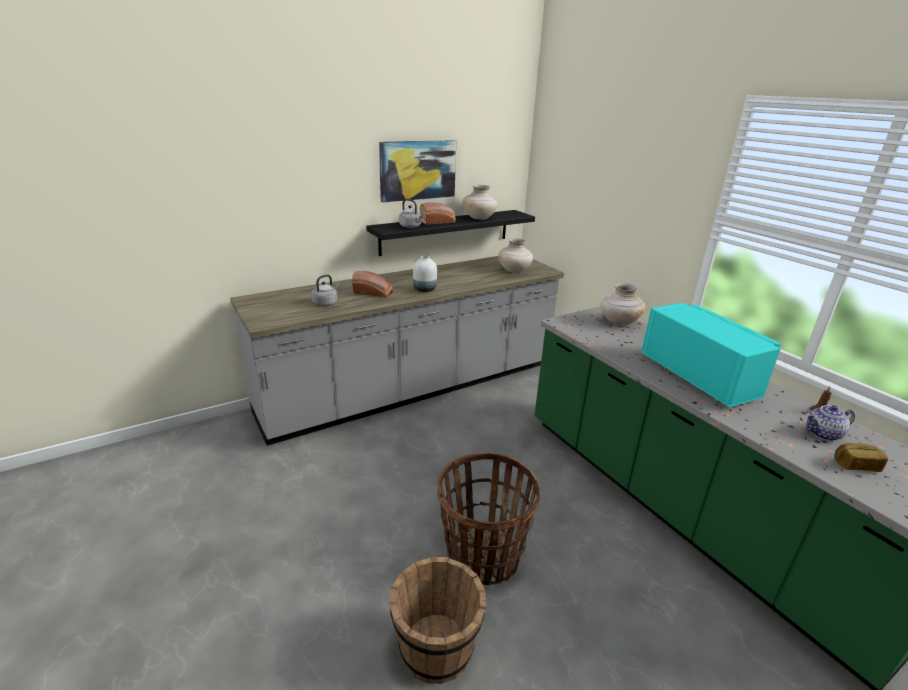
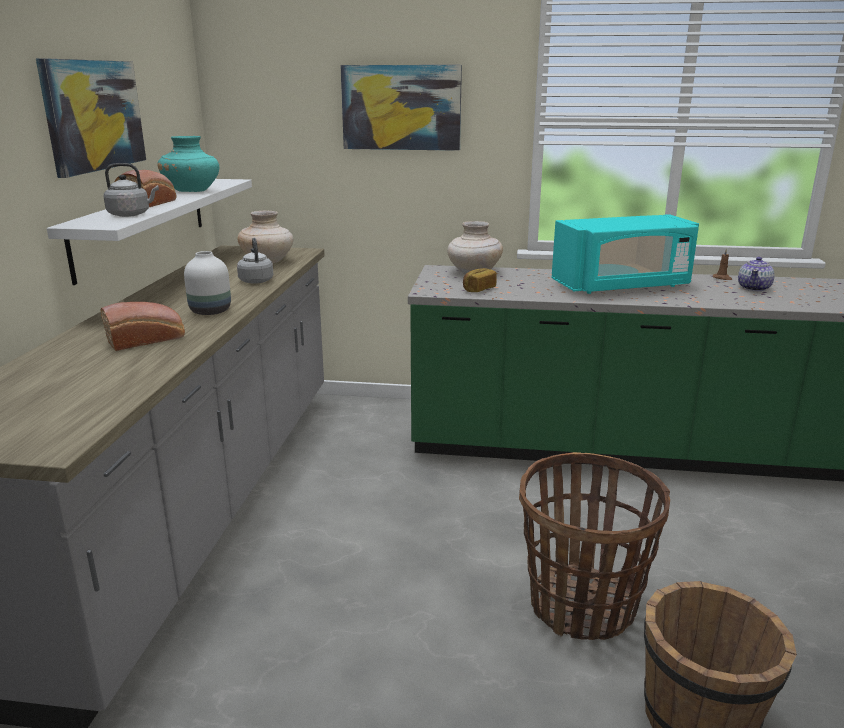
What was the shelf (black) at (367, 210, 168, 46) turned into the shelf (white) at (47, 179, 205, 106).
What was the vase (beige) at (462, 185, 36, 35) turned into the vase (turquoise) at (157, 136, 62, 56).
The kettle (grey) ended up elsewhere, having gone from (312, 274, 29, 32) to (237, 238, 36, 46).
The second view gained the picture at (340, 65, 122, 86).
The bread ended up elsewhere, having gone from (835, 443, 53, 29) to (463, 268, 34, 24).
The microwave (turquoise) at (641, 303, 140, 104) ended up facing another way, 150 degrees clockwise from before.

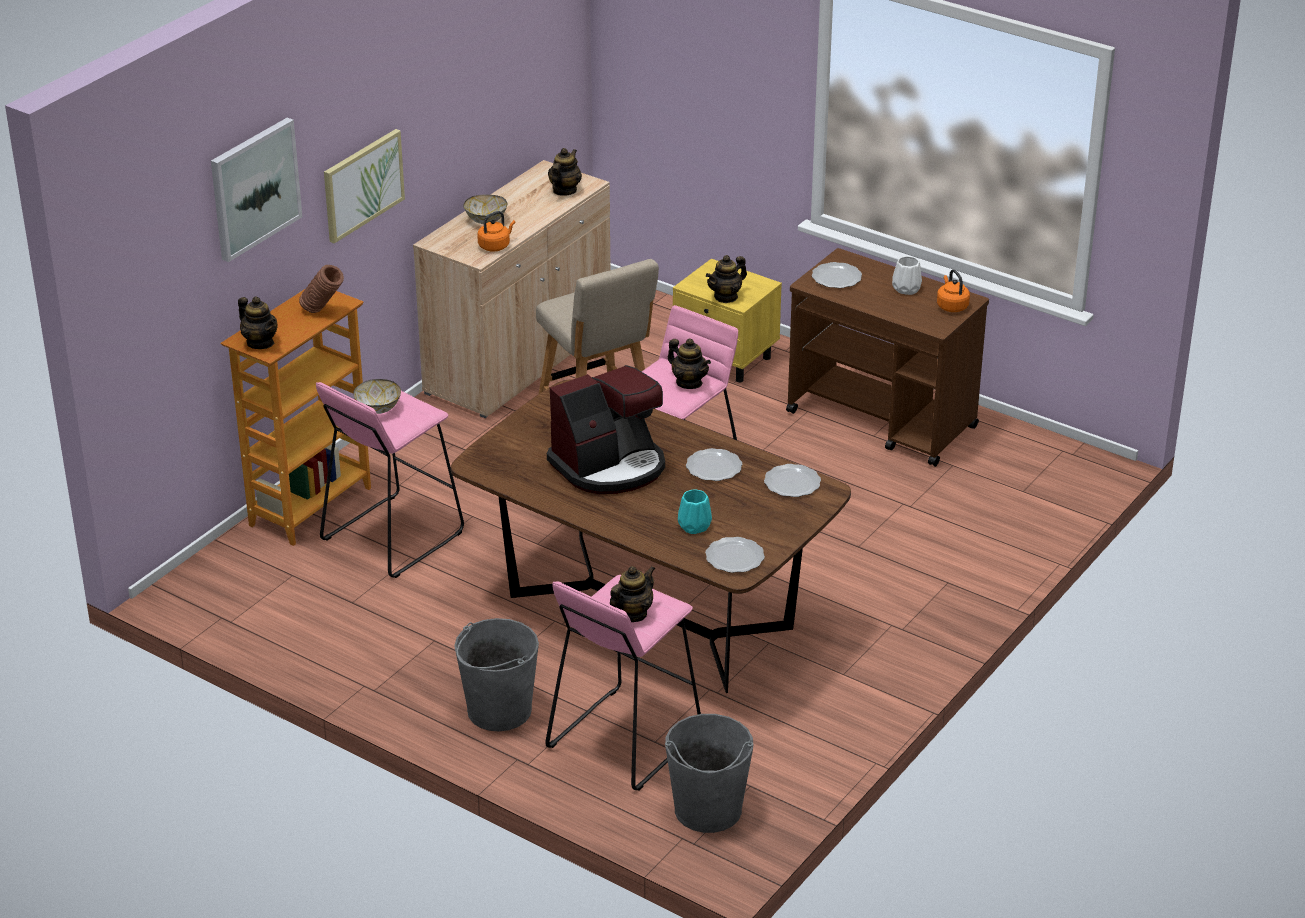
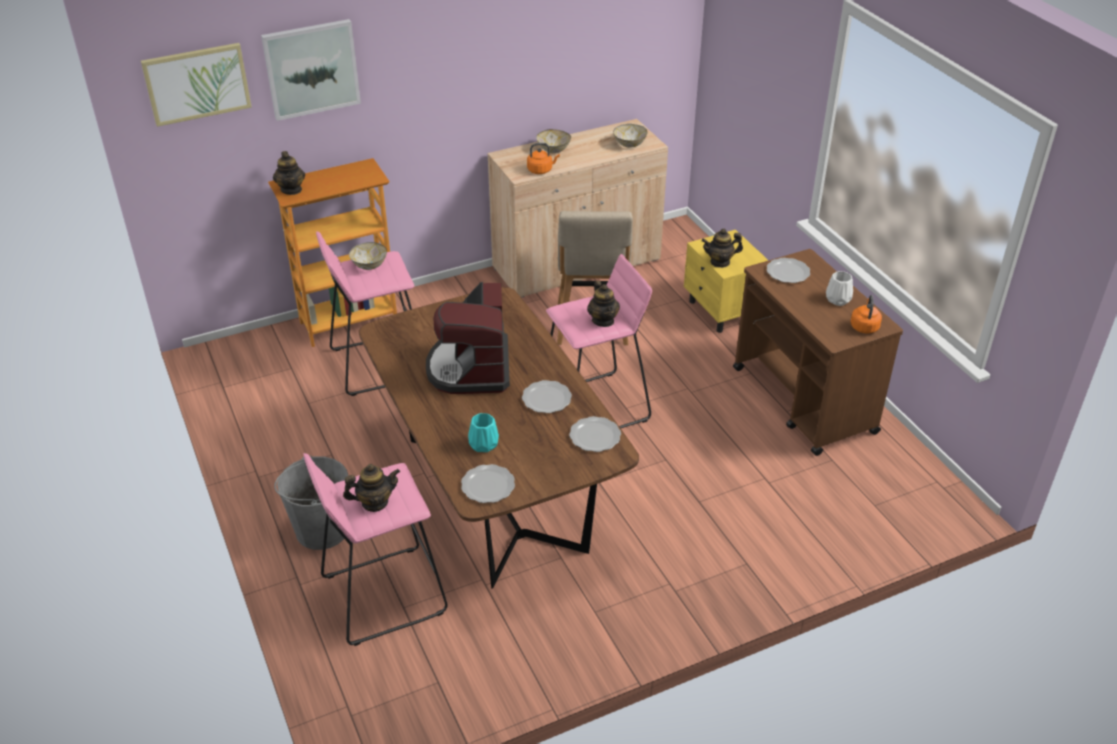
The picture ended up elsewhere, having gone from (324, 129, 81, 114) to (141, 43, 111, 84).
The coffee machine at (547, 365, 118, 129) ended up facing another way, 90 degrees clockwise from before.
Where the teapot stood at (548, 148, 34, 48), the bowl came to stand at (613, 124, 34, 24).
The second view lost the vase (brown) at (299, 265, 45, 48).
The second view lost the bucket (grey) at (665, 714, 89, 119).

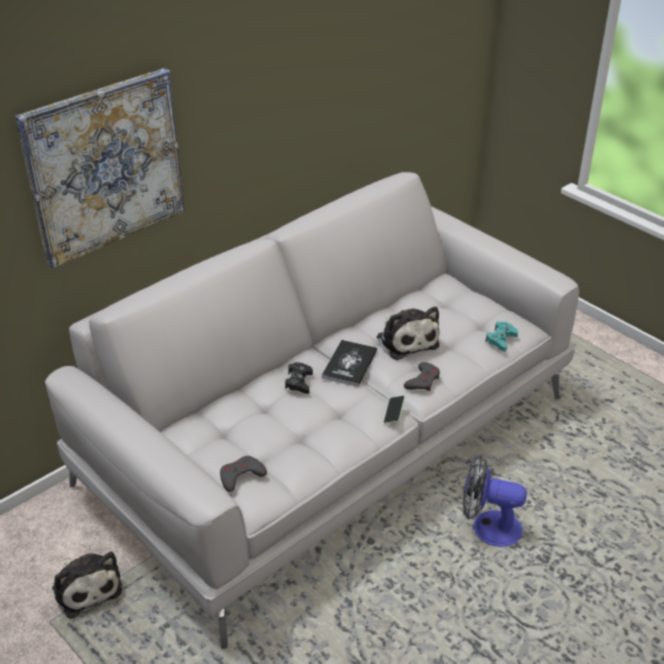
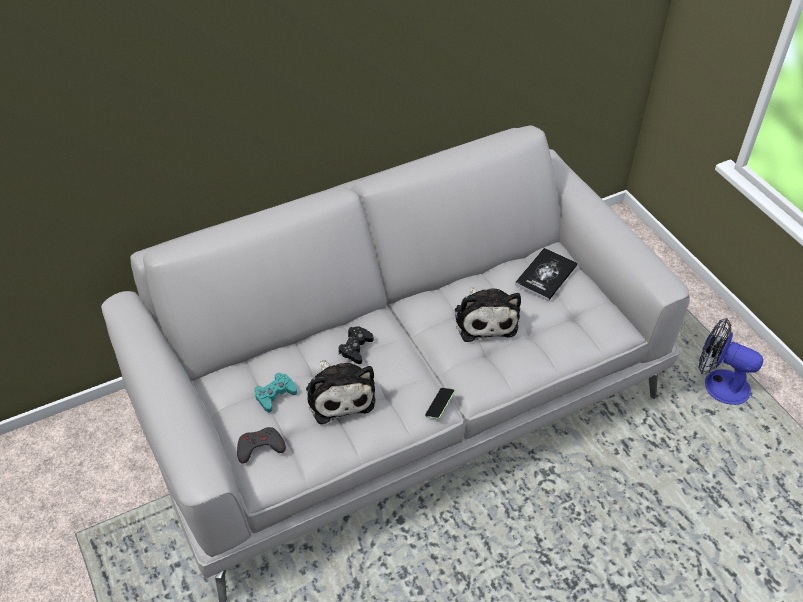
The game controller (turquoise) ended up elsewhere, having gone from (485, 322, 33, 30) to (255, 373, 42, 40).
The plush toy ended up elsewhere, having gone from (52, 552, 70, 67) to (306, 360, 70, 64).
The book ended up elsewhere, having gone from (322, 340, 55, 47) to (515, 248, 62, 54).
The fan ended up elsewhere, having gone from (463, 455, 64, 92) to (698, 318, 65, 87).
The second view lost the picture at (15, 68, 170, 200).
The second view lost the game controller (grey) at (404, 362, 36, 29).

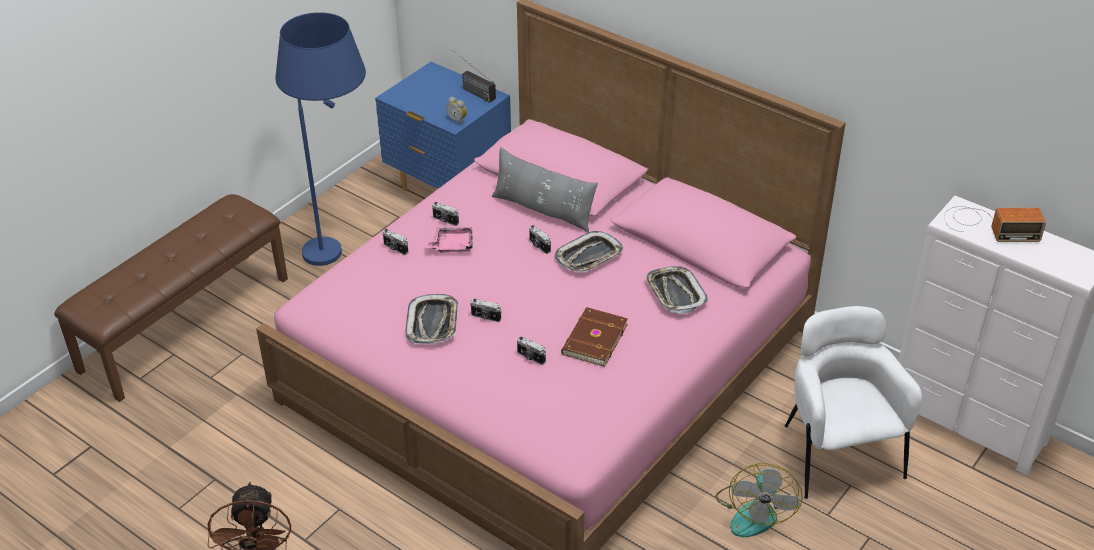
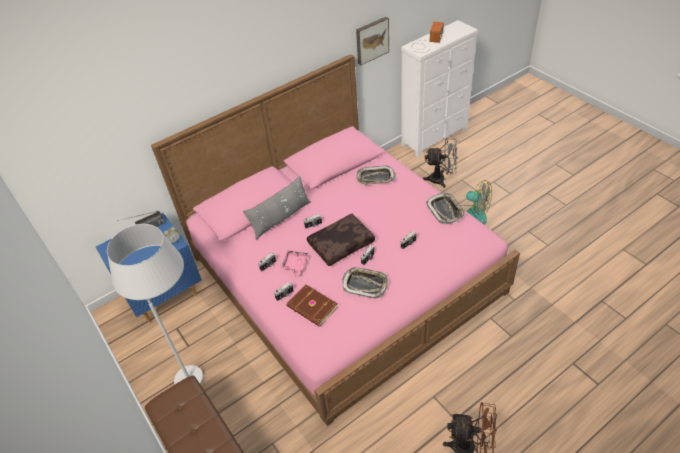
What was the floor lamp (blue) at (275, 12, 91, 254) turned into the floor lamp (white) at (107, 224, 97, 161).
The book (brown) ended up elsewhere, having gone from (561, 307, 67, 60) to (287, 285, 51, 42).
The second view gained the pillow (brown) at (307, 214, 68, 52).
The second view gained the picture at (356, 17, 33, 48).
Where the armchair (white) stood at (785, 306, 137, 193), the fan (grey) came to stand at (423, 138, 35, 50).
The tray ended up elsewhere, having gone from (554, 231, 69, 41) to (426, 193, 40, 31).

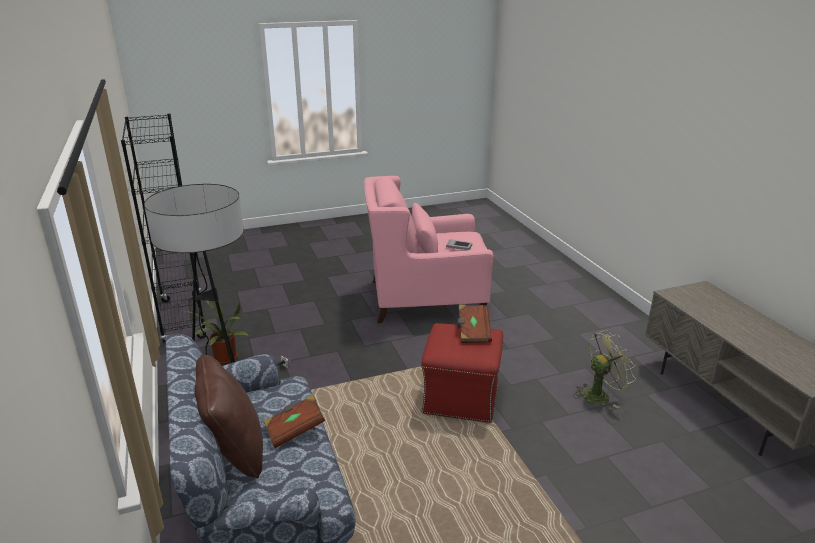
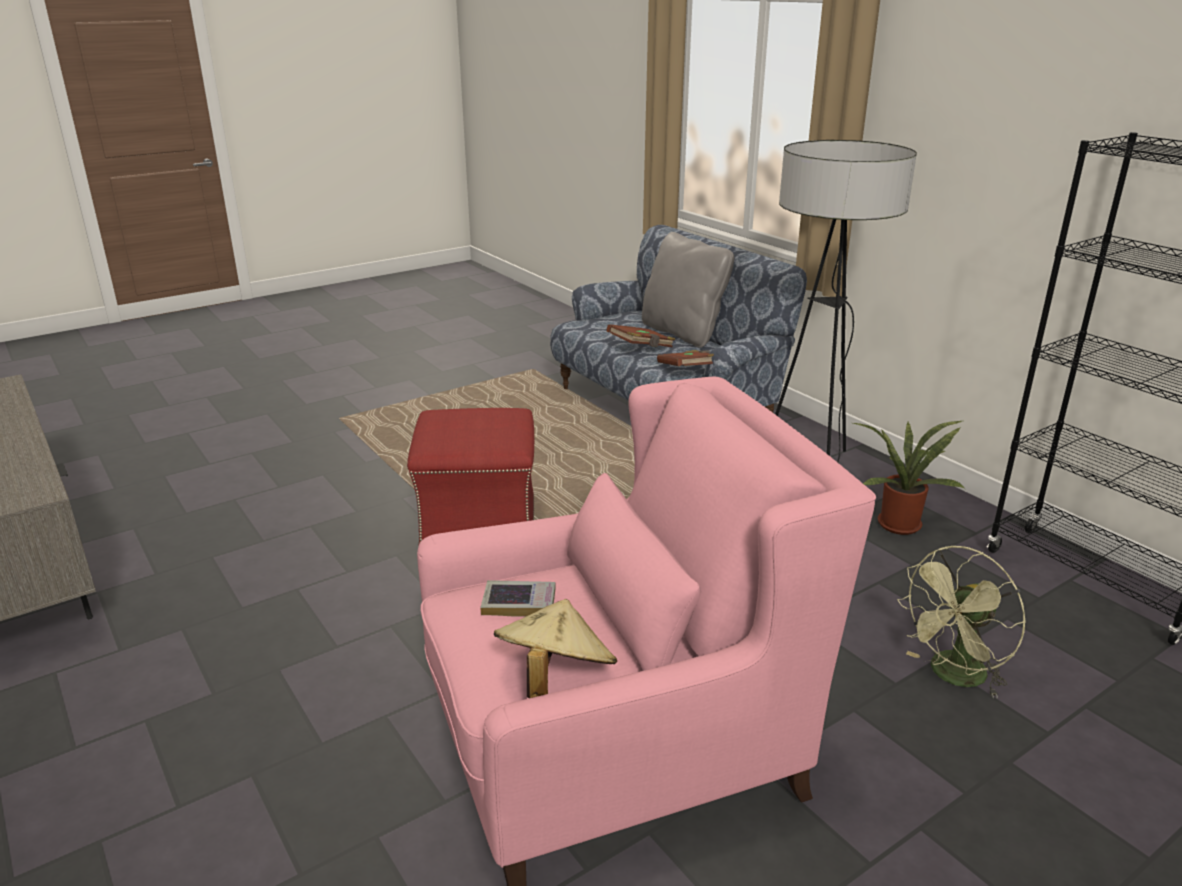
The second view gained the hat (beige) at (494, 599, 123, 99).
What was the pillow (brown) at (195, 354, 68, 125) turned into the pillow (grey) at (642, 232, 92, 116).
The book (brown) ended up elsewhere, having gone from (457, 304, 35, 39) to (657, 350, 57, 16).
The fan (green) ended up elsewhere, having gone from (573, 330, 63, 78) to (897, 546, 129, 152).

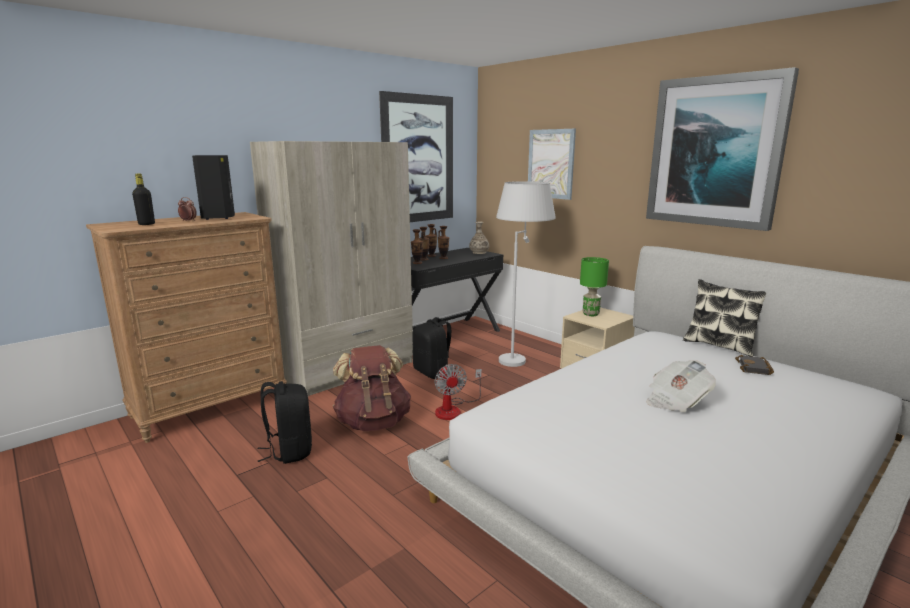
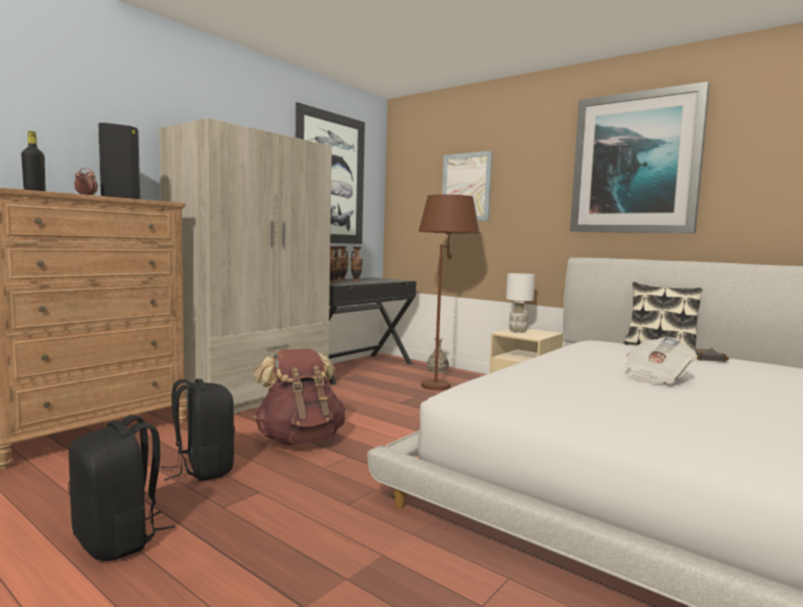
The backpack (black) ended up elsewhere, having gone from (413, 317, 38, 62) to (68, 415, 107, 146).
What was the floor lamp (white) at (496, 181, 60, 186) turned into the floor lamp (brown) at (419, 194, 60, 197).
The vase ended up elsewhere, having gone from (469, 222, 20, 32) to (427, 338, 22, 36).
What was the table lamp (green) at (580, 257, 29, 59) turned into the table lamp (white) at (506, 273, 29, 60).
The second view lost the fan at (434, 364, 48, 56).

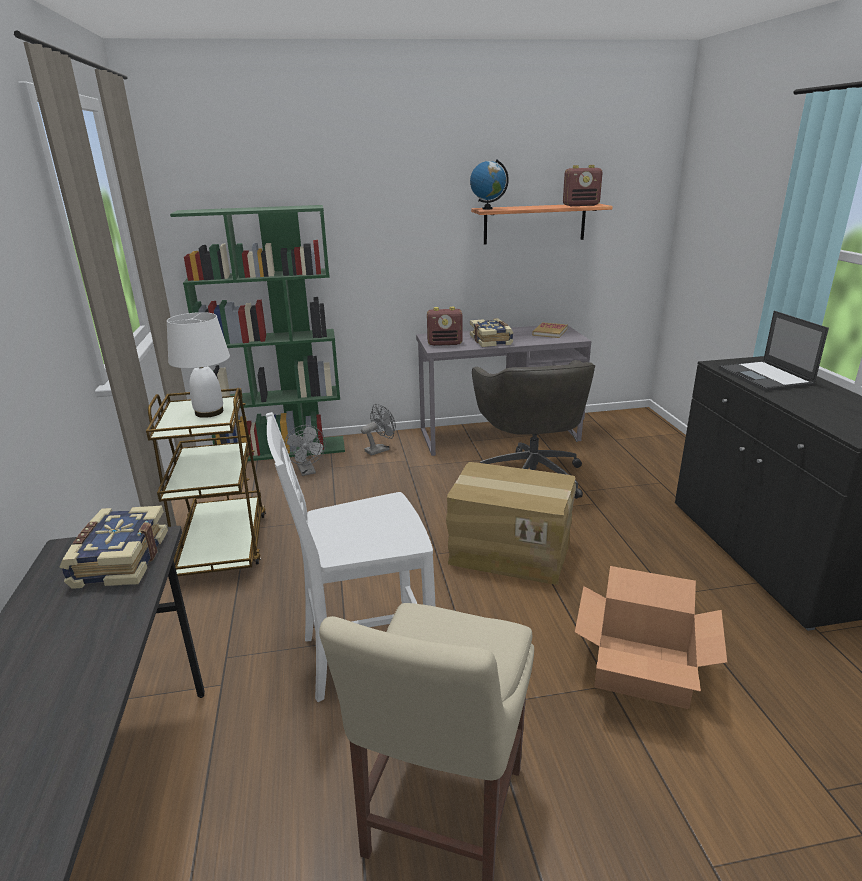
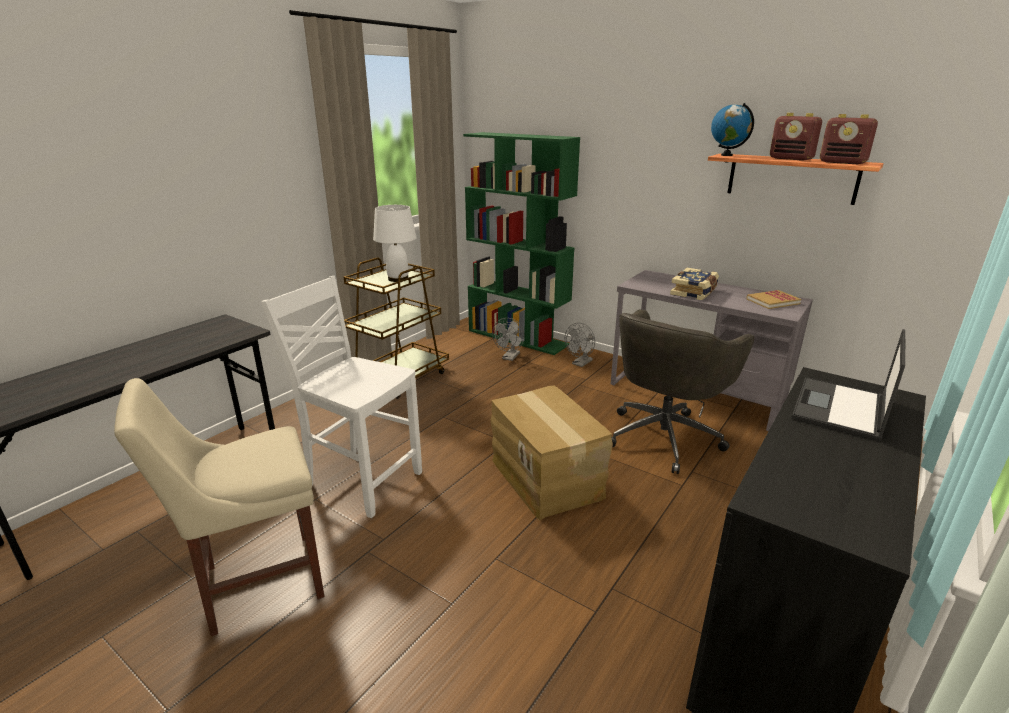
The fan (grey) at (361, 404, 35, 52) ended up facing another way, 120 degrees clockwise from before.
The radio ended up elsewhere, having gone from (427, 307, 36, 39) to (770, 113, 52, 48).
The second view lost the book at (59, 506, 109, 83).
The second view lost the cardboard box at (575, 566, 152, 143).

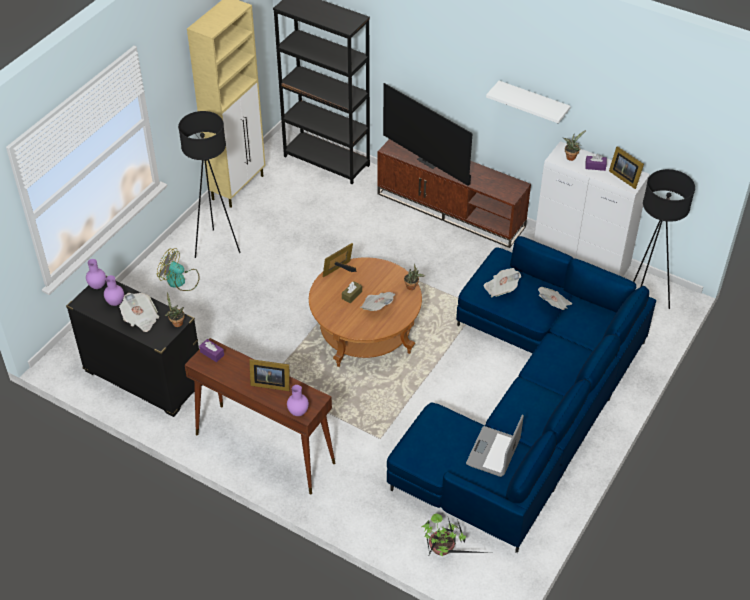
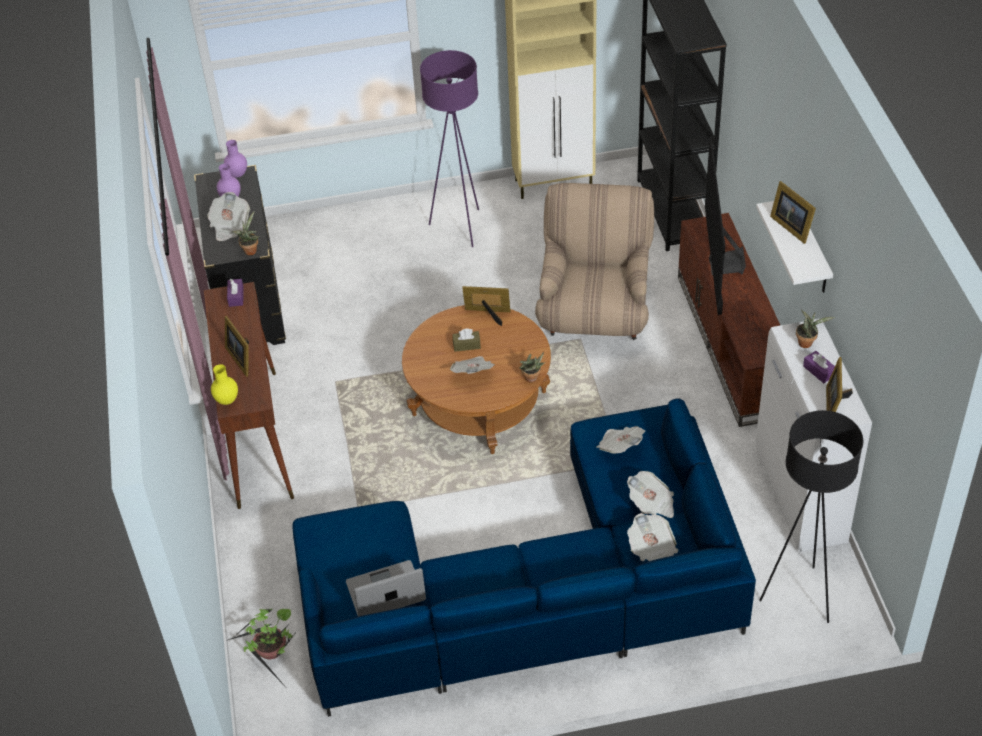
What was the vase (purple) at (287, 385, 22, 31) turned into the vase (yellow) at (211, 364, 27, 41).
What was the floor lamp (black) at (178, 111, 63, 147) turned into the floor lamp (purple) at (420, 50, 59, 197).
The second view gained the armchair (beige) at (535, 183, 119, 157).
The second view gained the newspaper at (627, 513, 51, 48).
The second view gained the picture frame at (770, 181, 46, 63).
The second view lost the fan at (157, 248, 43, 43).

